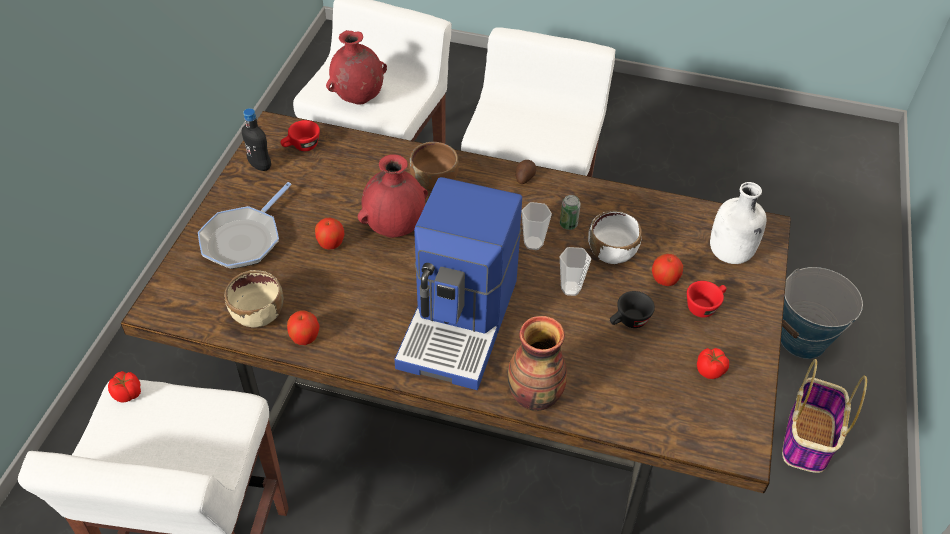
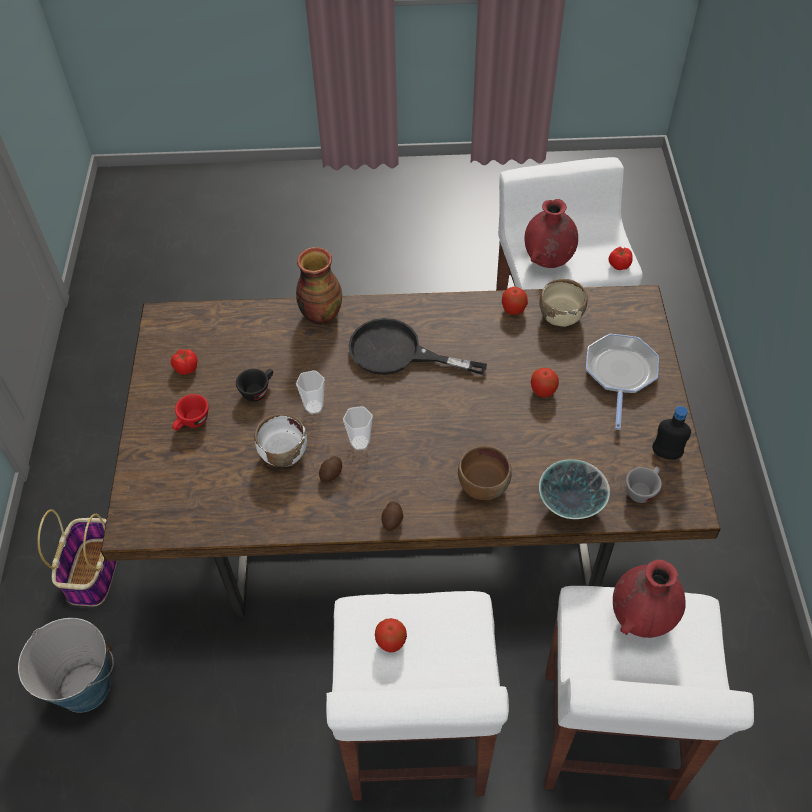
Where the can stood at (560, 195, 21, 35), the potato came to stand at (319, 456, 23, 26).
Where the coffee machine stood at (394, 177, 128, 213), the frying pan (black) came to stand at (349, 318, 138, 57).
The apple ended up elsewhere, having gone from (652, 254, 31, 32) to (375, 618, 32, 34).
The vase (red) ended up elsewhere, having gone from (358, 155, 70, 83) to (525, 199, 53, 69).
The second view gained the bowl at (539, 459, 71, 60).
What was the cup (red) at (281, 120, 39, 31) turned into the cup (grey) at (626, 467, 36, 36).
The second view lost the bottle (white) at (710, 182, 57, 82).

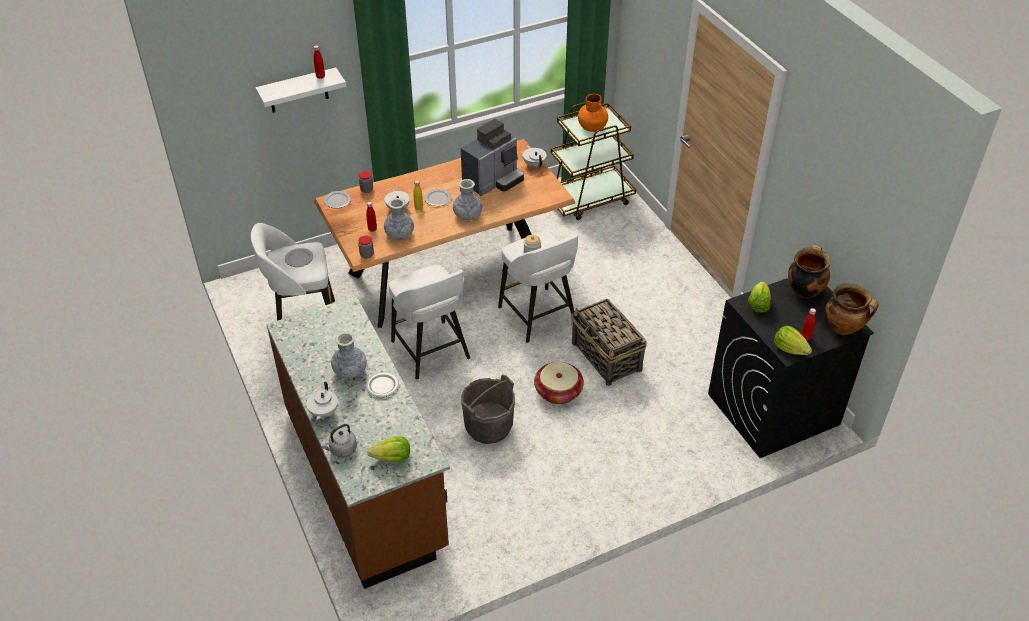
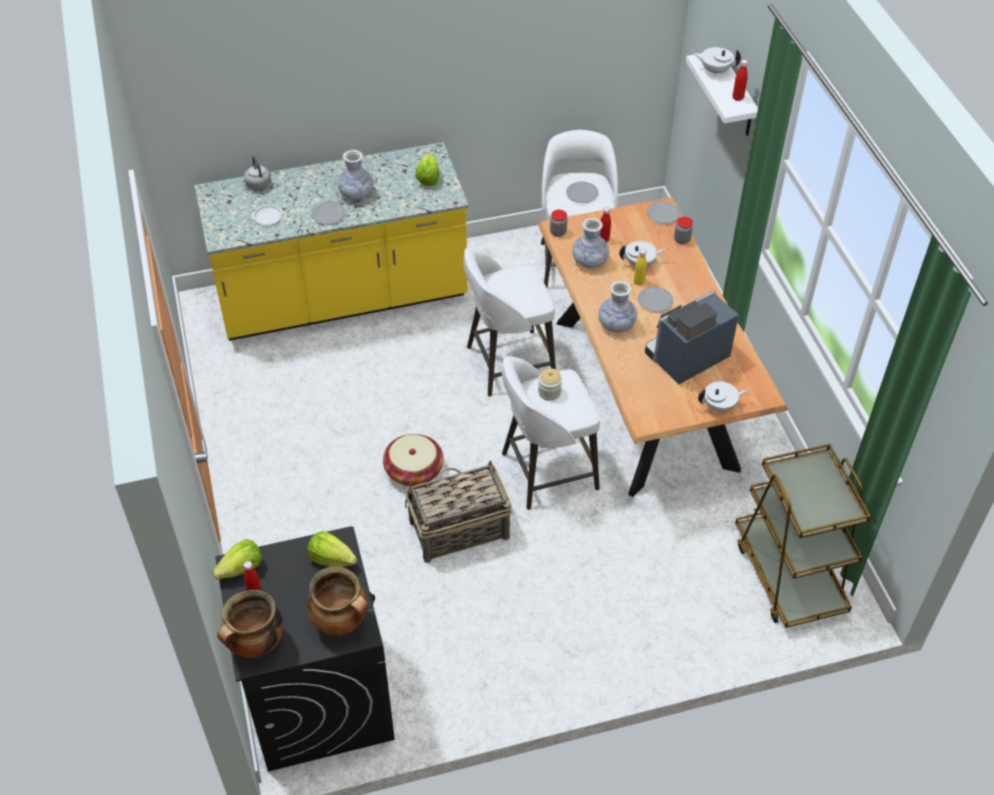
What was the counter (brown) at (266, 296, 184, 293) turned into the counter (yellow) at (194, 142, 275, 199).
The second view gained the plate (white) at (253, 205, 30, 20).
The lettuce ended up elsewhere, having gone from (367, 436, 43, 26) to (415, 154, 25, 32).
The coffee machine at (461, 119, 63, 77) ended up facing another way, 90 degrees clockwise from before.
The teapot (white) ended up elsewhere, having gone from (306, 382, 32, 39) to (693, 47, 48, 29).
The second view lost the bucket (grey) at (461, 374, 54, 70).
The second view lost the vase (orange) at (578, 94, 30, 38).

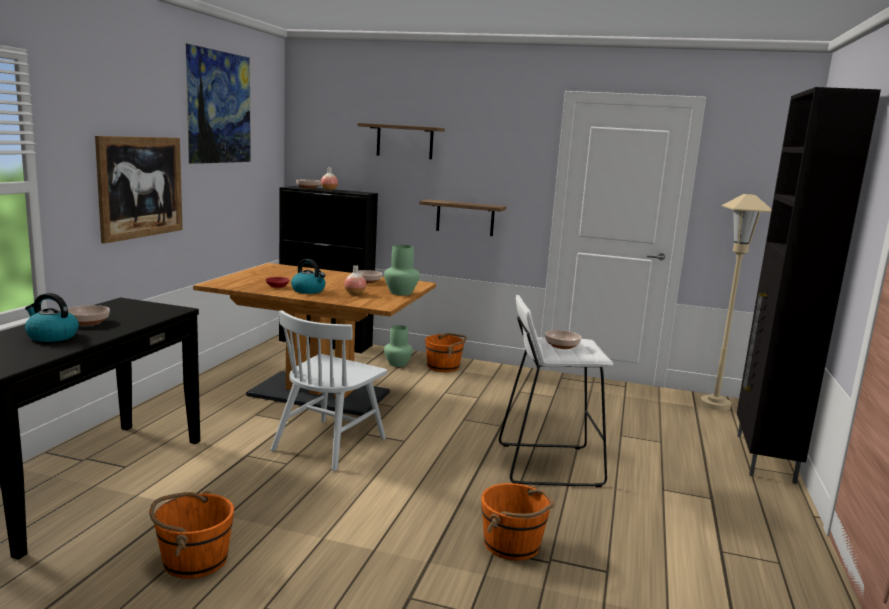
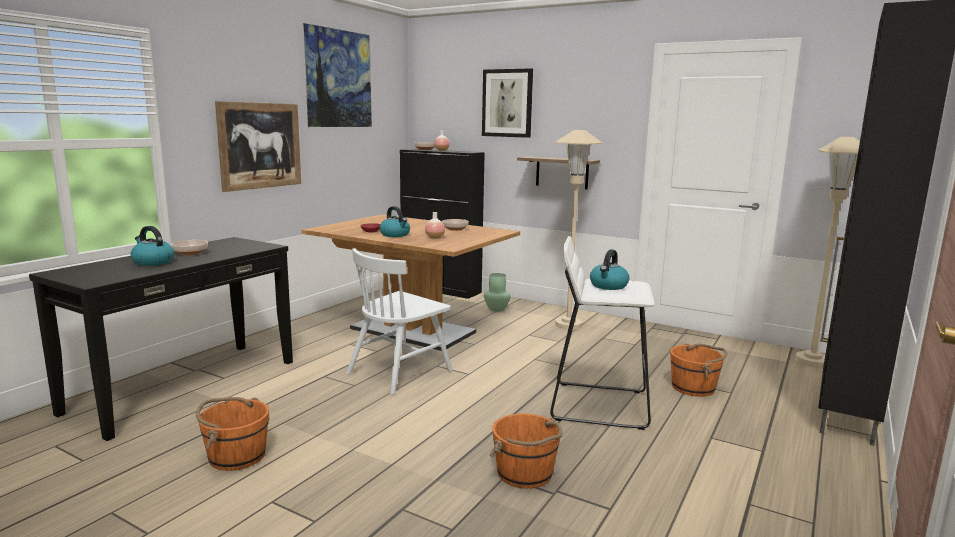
Where the shelf hung at (358, 123, 87, 36), the picture came to hang at (482, 68, 51, 70).
The second view gained the floor lamp (beige) at (555, 130, 47, 200).
Where the bowl stood at (545, 330, 37, 19), the kettle came to stand at (590, 249, 40, 41).
The bucket (orange) ended up elsewhere, having gone from (425, 333, 42, 39) to (670, 343, 57, 54).
The second view lost the vase (green) at (384, 245, 36, 50).

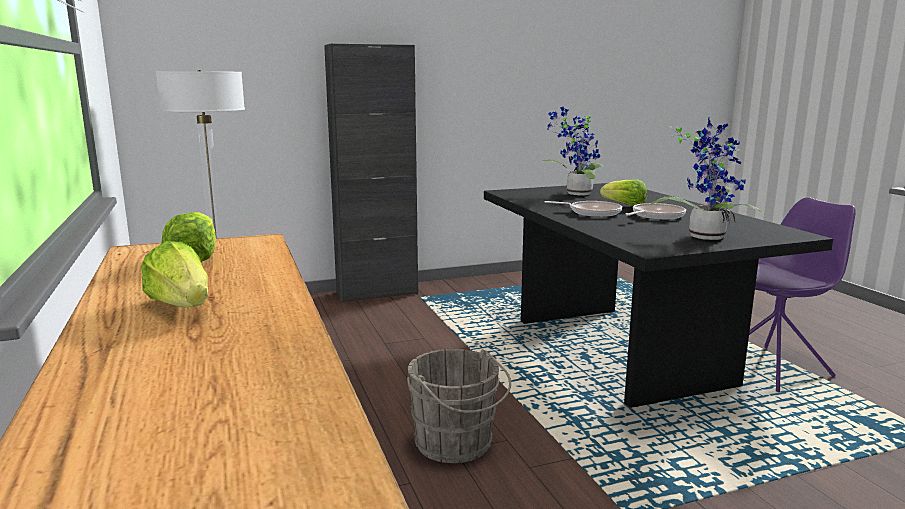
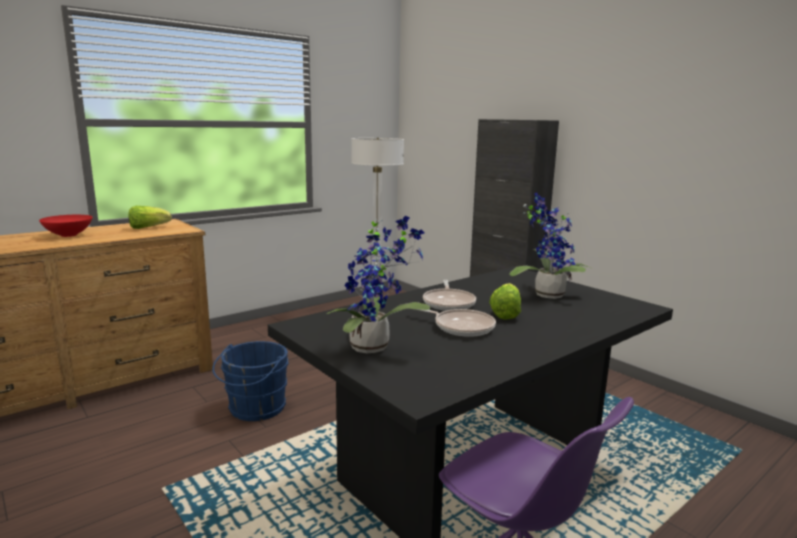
Where the lettuce stood at (141, 241, 67, 67), the bowl (red) came to stand at (39, 215, 53, 22).
What was the bucket (grey) at (407, 349, 104, 114) turned into the bucket (blue) at (212, 341, 77, 80).

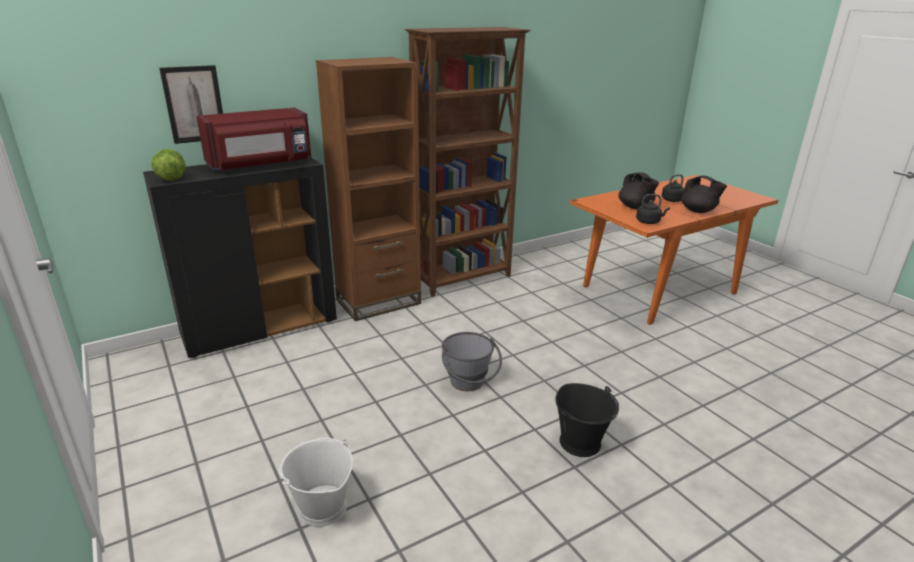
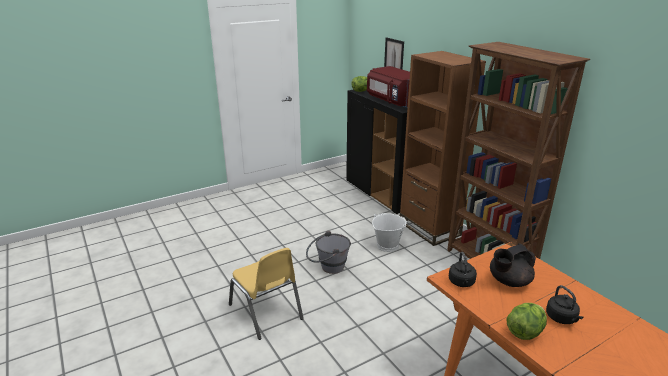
Where the bucket (black) stood at (555, 383, 64, 74), the chair (yellow) came to stand at (229, 248, 75, 92).
The bucket (white) ended up elsewhere, having gone from (278, 438, 75, 89) to (372, 213, 35, 39).
Where the teapot (black) stood at (681, 176, 46, 37), the lettuce came to stand at (507, 303, 40, 37).

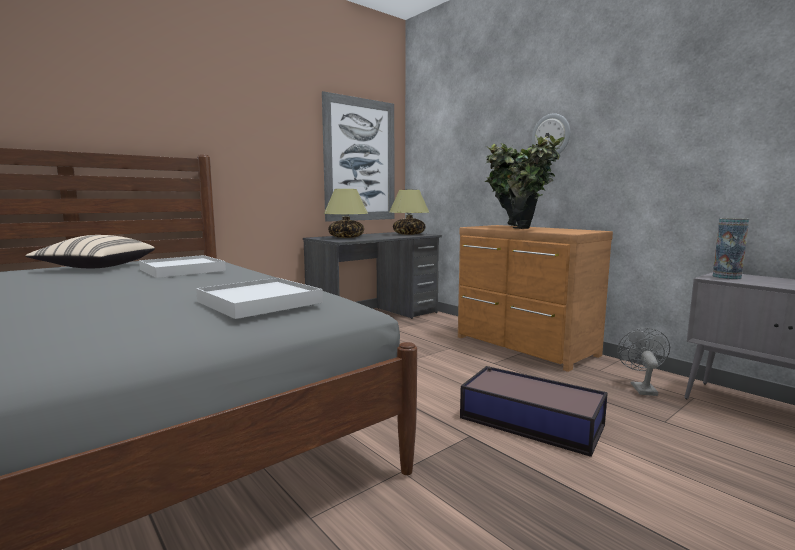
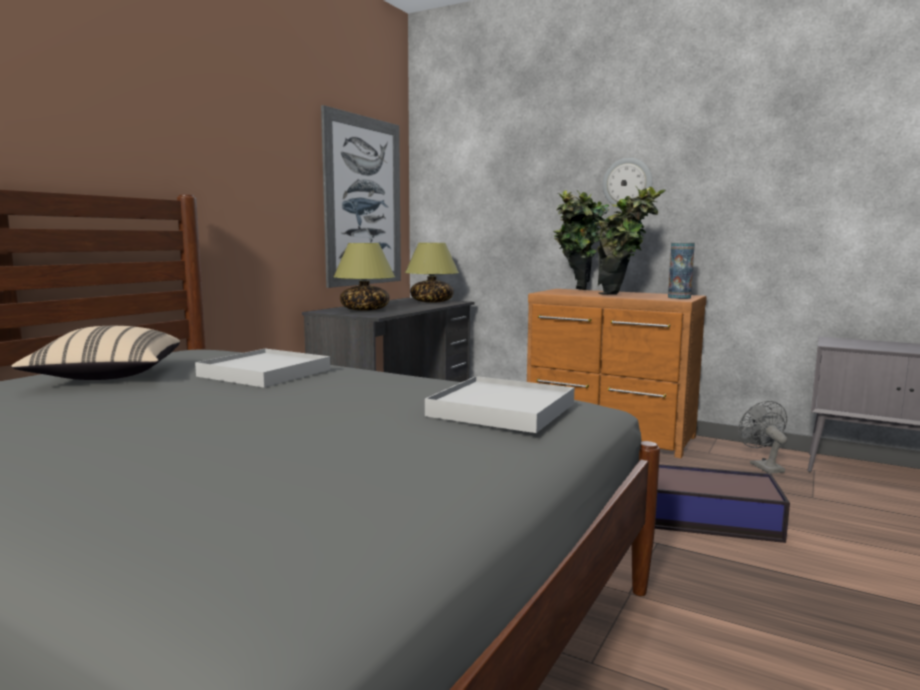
The vase ended up elsewhere, having gone from (713, 218, 36, 61) to (668, 243, 27, 56).

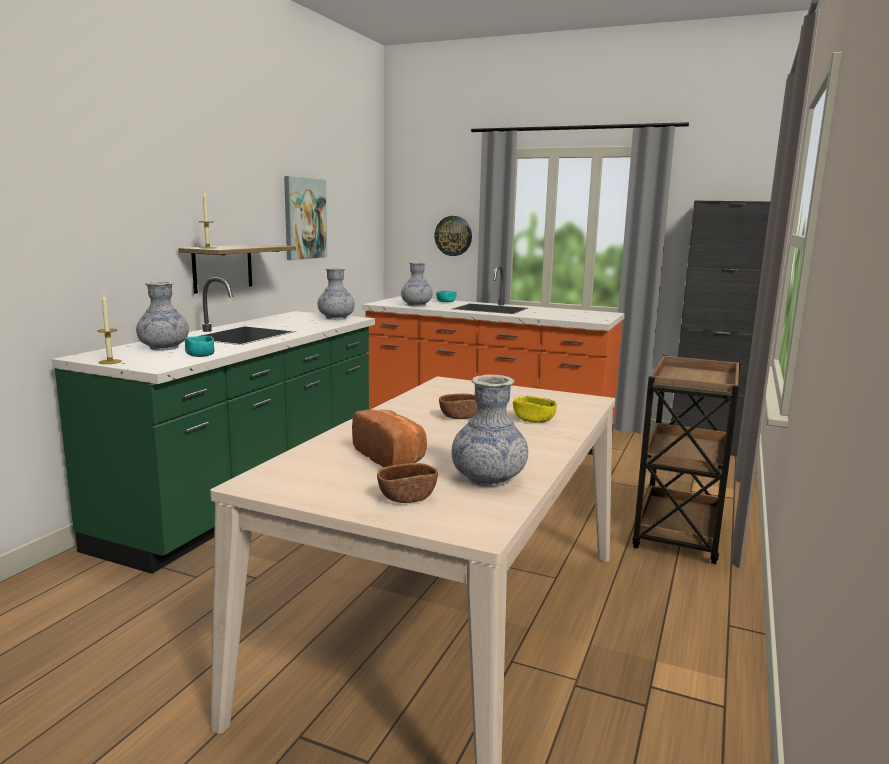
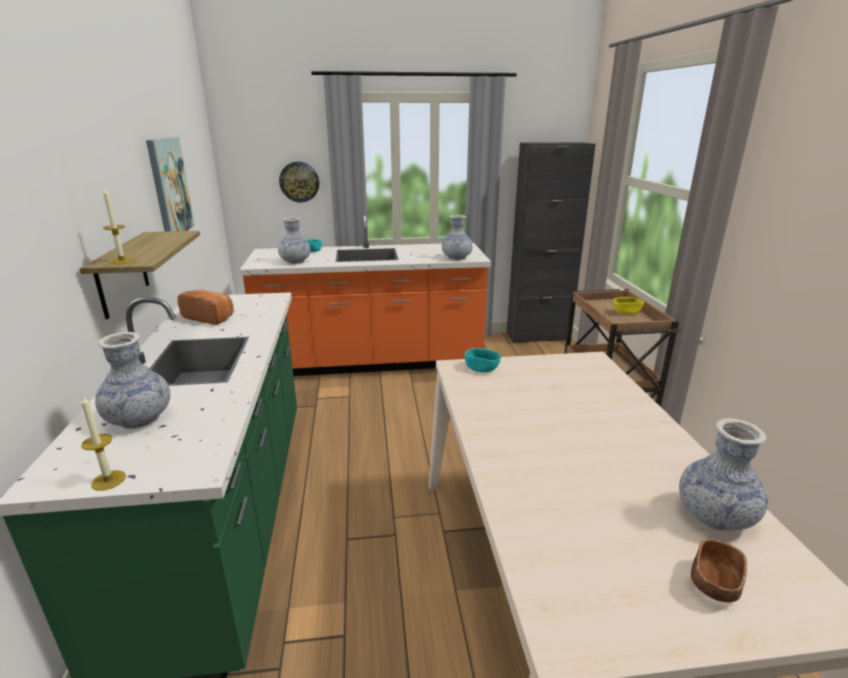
The bread ended up elsewhere, having gone from (352, 410, 75, 58) to (177, 290, 57, 35).
The vase ended up elsewhere, having gone from (318, 268, 37, 52) to (442, 215, 31, 45).
The bowl (turquoise) ended up elsewhere, having gone from (185, 336, 30, 21) to (465, 348, 36, 25).
The bowl (yellow) ended up elsewhere, having gone from (513, 396, 44, 27) to (614, 297, 30, 18).
The second view lost the bowl (brown) at (439, 393, 38, 26).

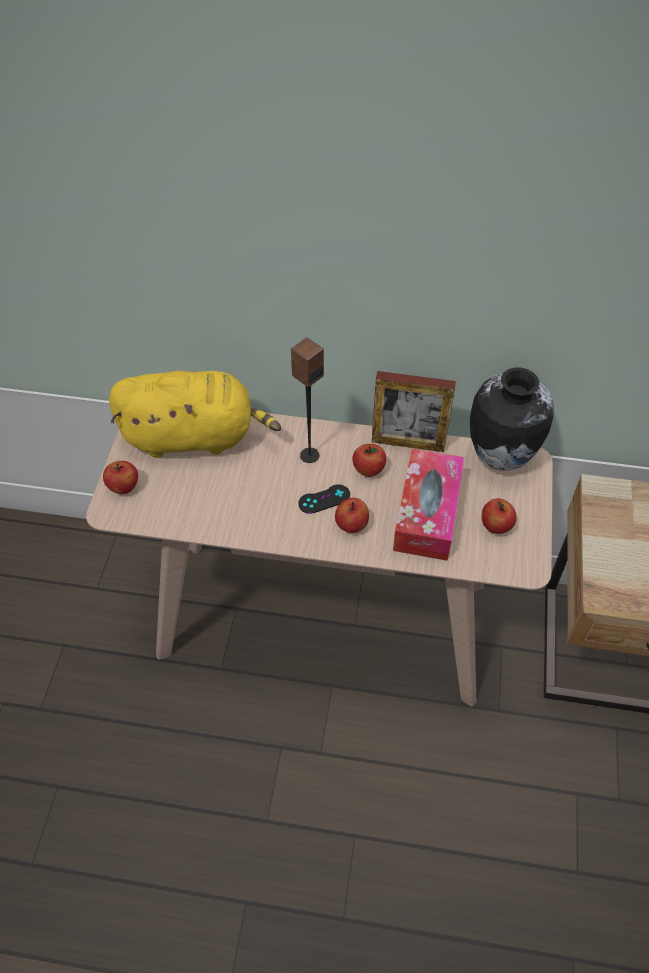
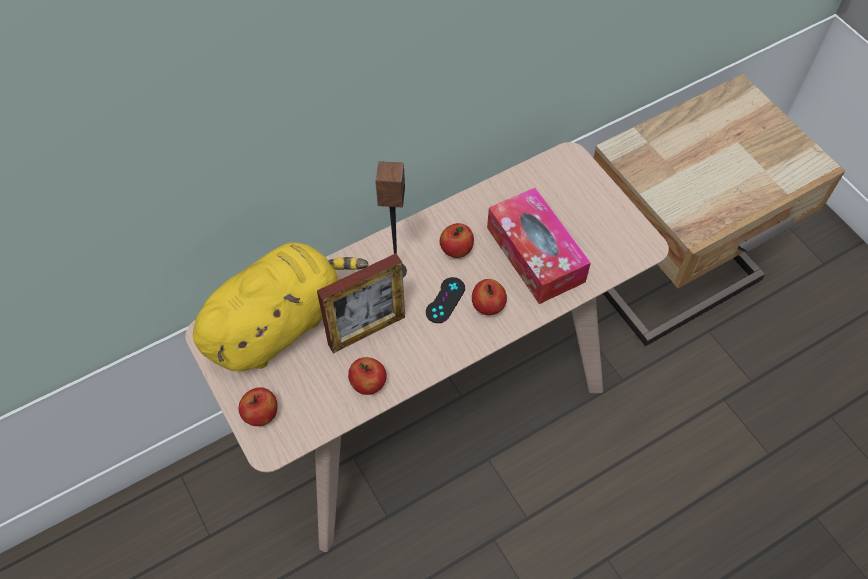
The picture frame ended up elsewhere, having gone from (372, 371, 84, 81) to (317, 253, 88, 100).
The apple ended up elsewhere, having gone from (482, 498, 35, 36) to (348, 357, 39, 38).
The second view lost the vase at (470, 367, 84, 103).

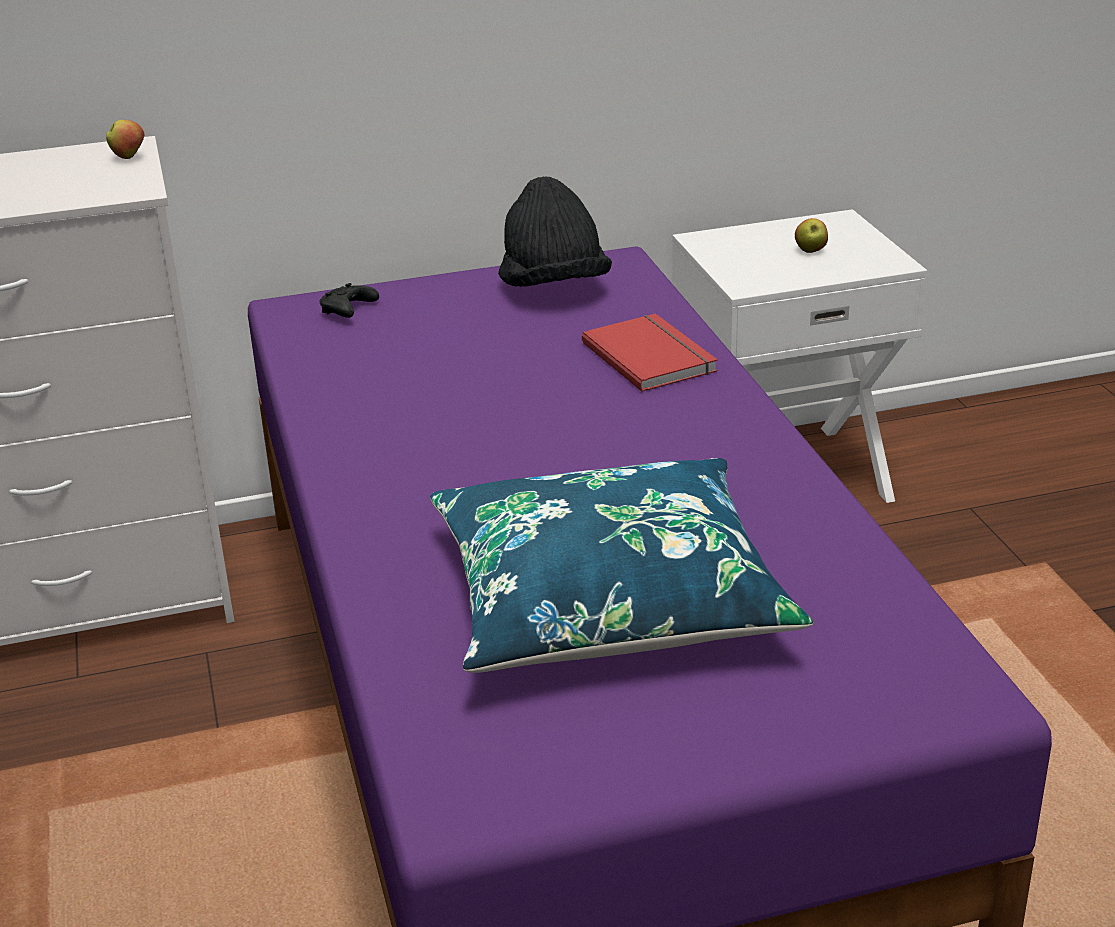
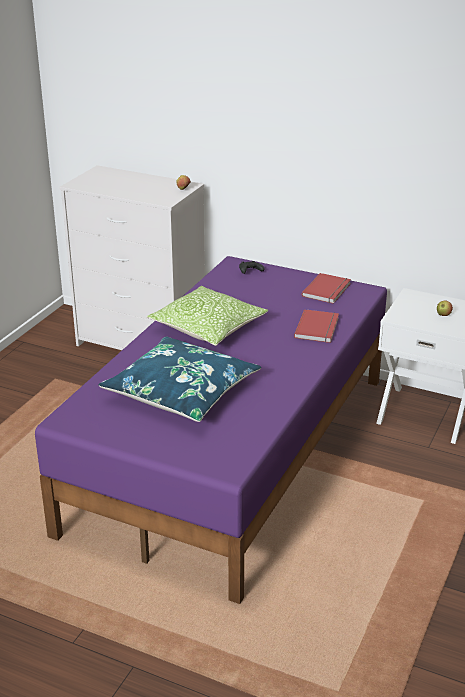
The second view gained the pillow at (147, 286, 121, 60).
Where the hat (black) stood at (498, 176, 114, 111), the book (red) came to stand at (302, 273, 49, 31).

